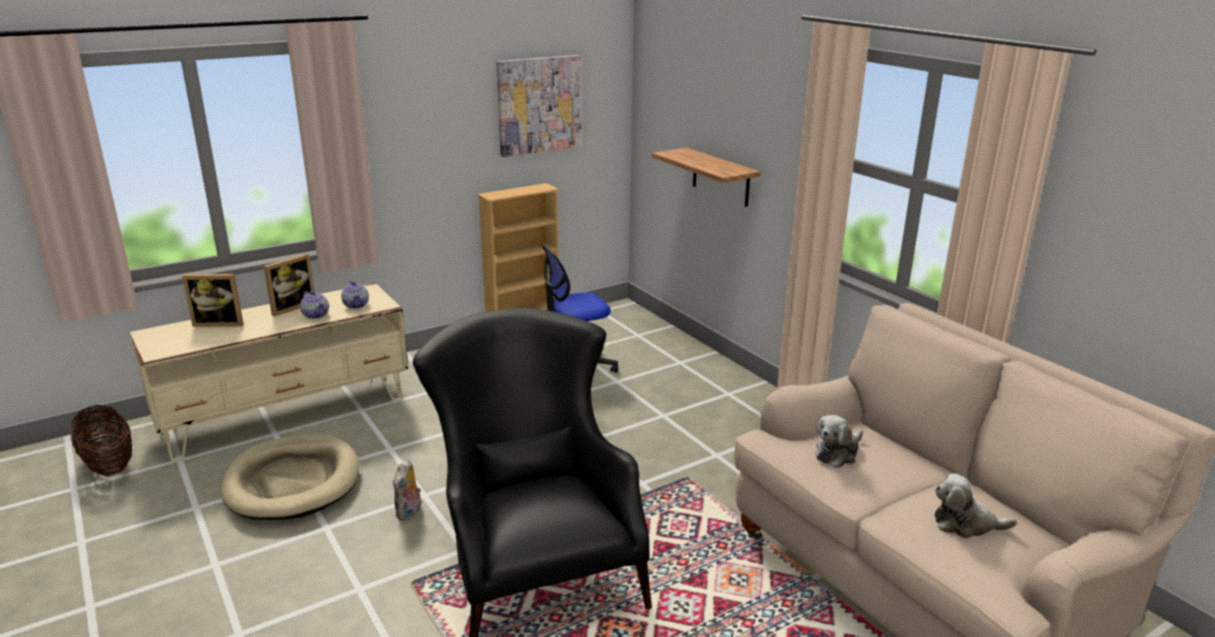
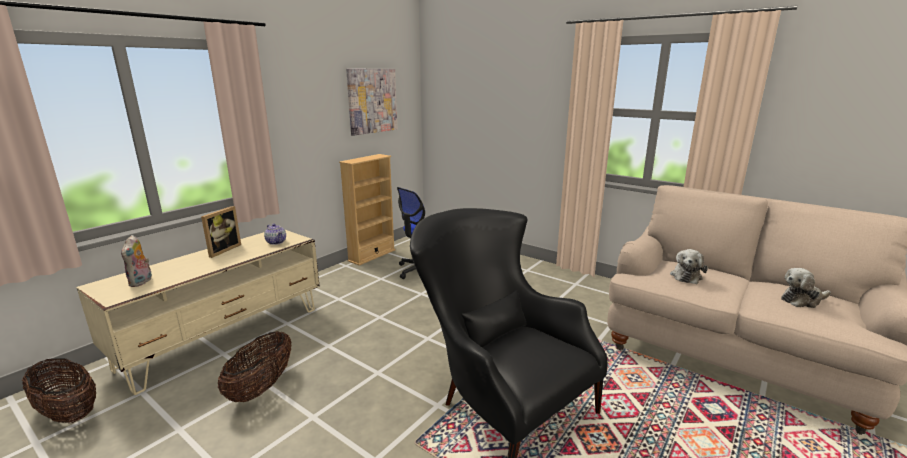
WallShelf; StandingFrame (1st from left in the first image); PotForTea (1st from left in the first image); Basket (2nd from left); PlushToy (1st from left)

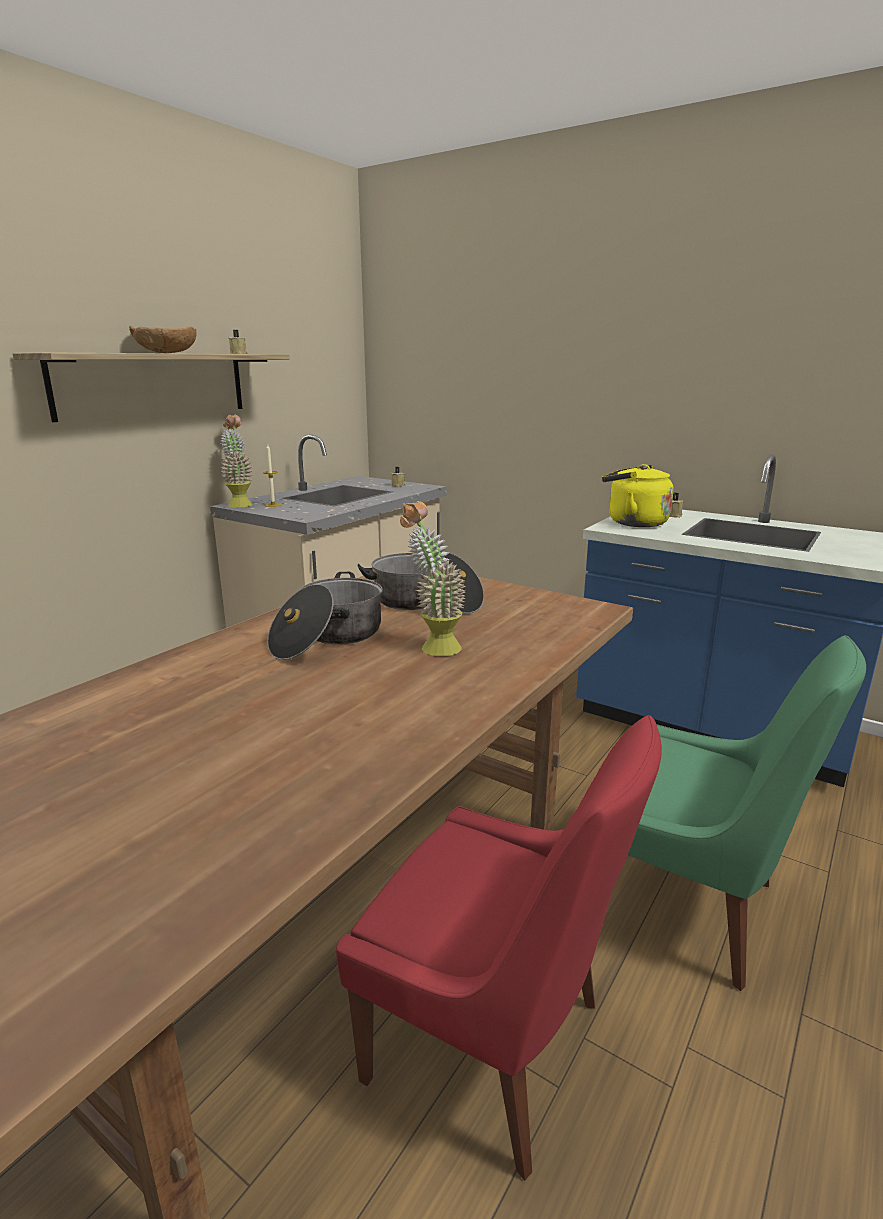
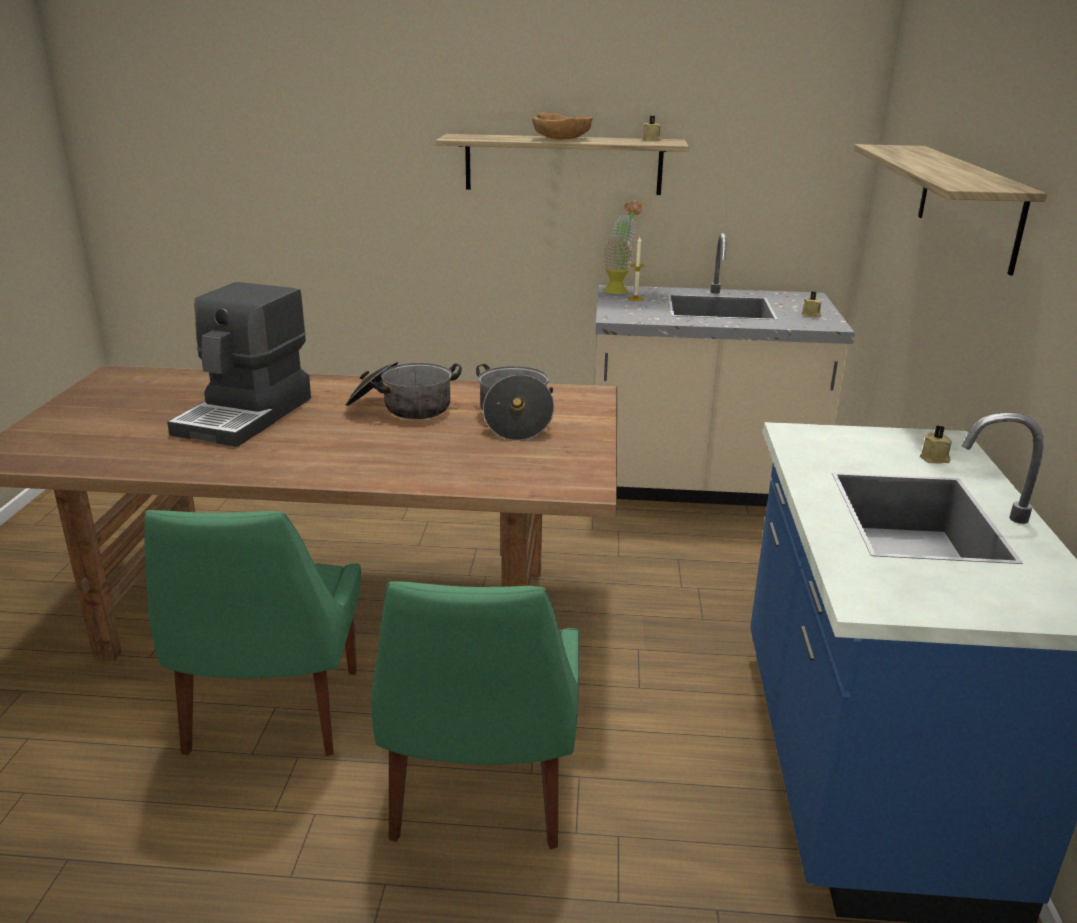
YellowKettle; PottedPlant (2nd from left in the first image); GreenPlainChair (1st from left); WallShelf (2nd from left); CoffeeMaker

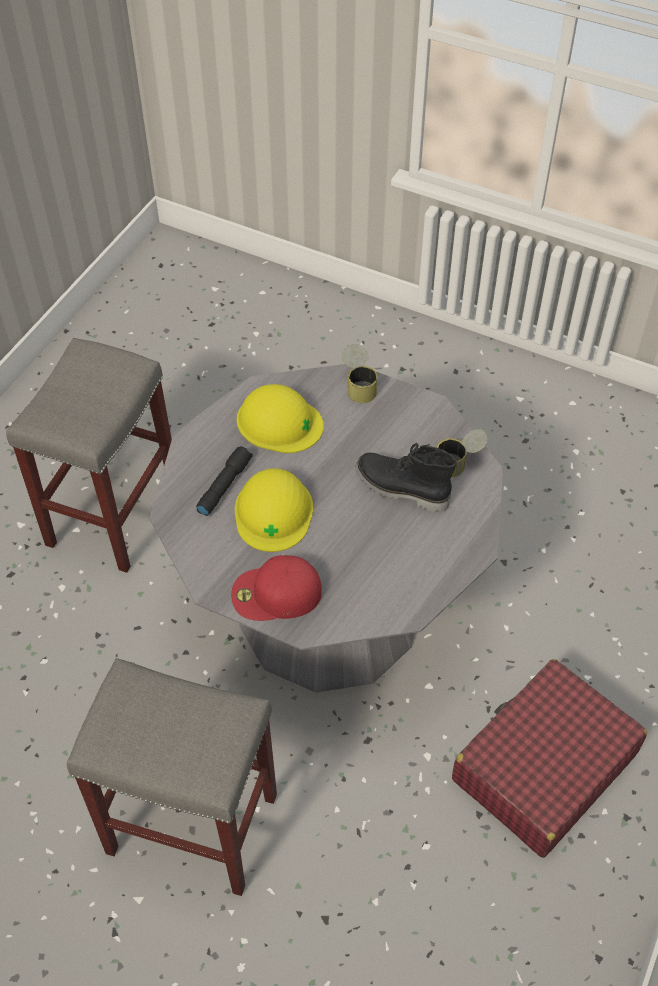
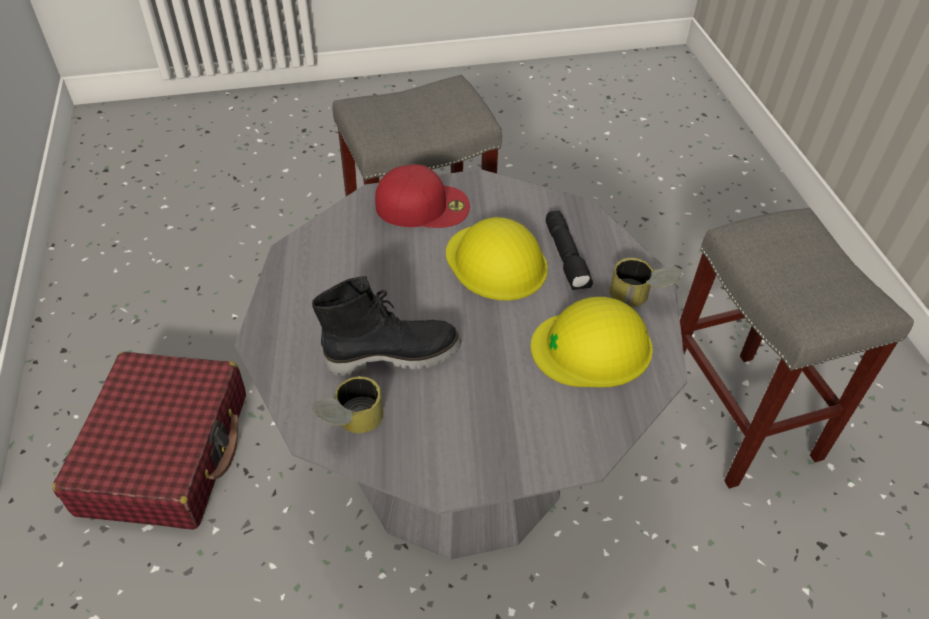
MetalCan (2nd from left); RedCap

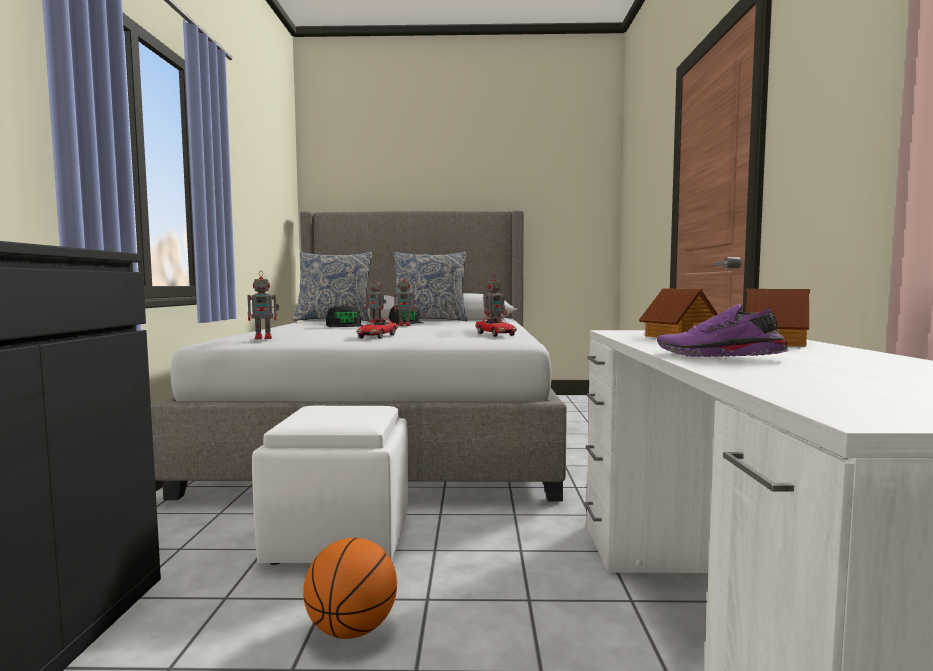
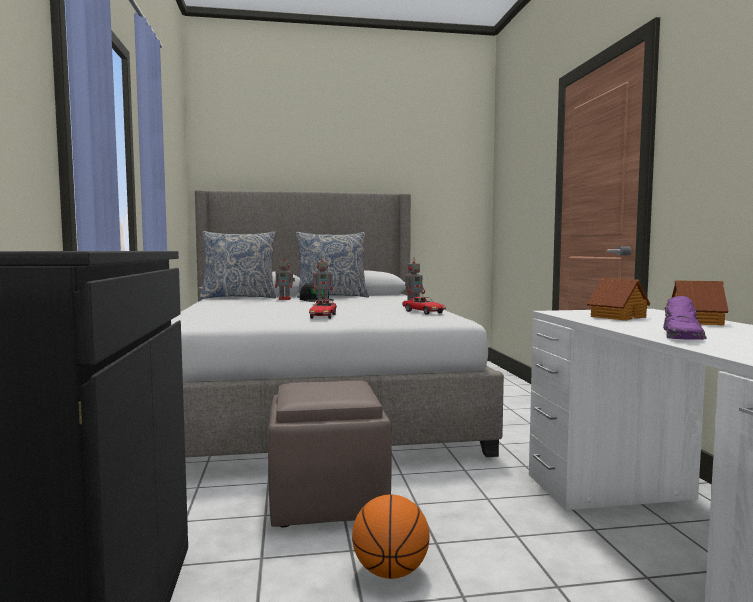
RobotFigure (1st from left in the first image); PurpleItemOfFootwear; BlackishCap (1st from left in the first image); BrownishPouffe

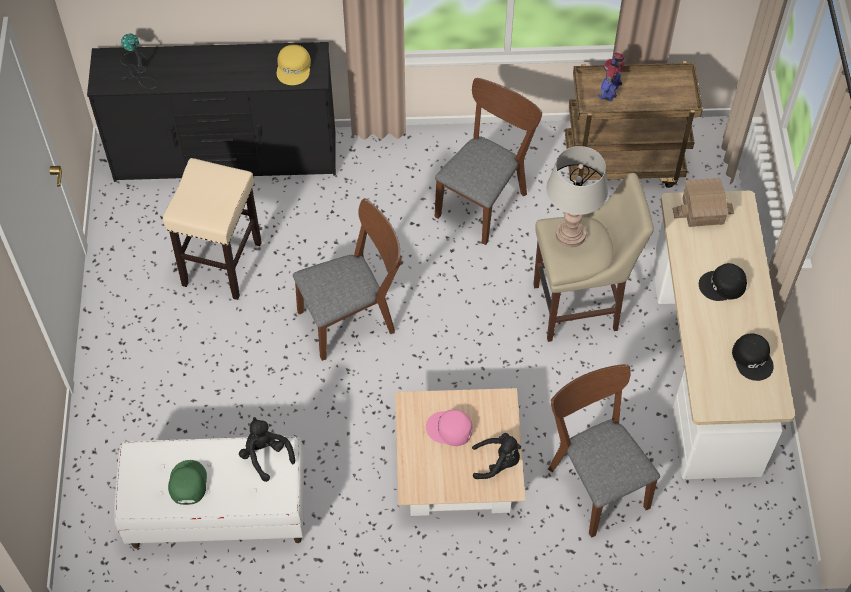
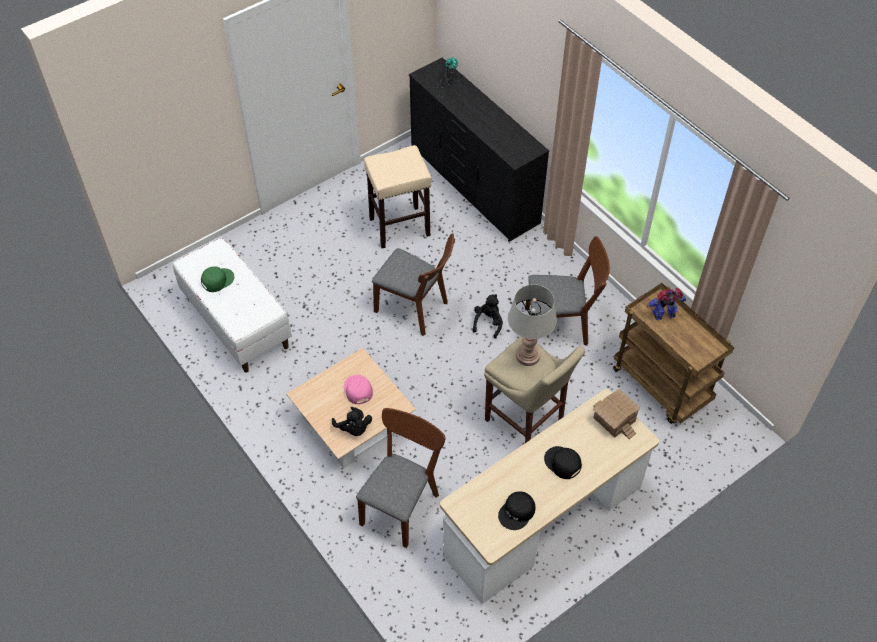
YellowCap; BlackishPlushToy (2nd from left)

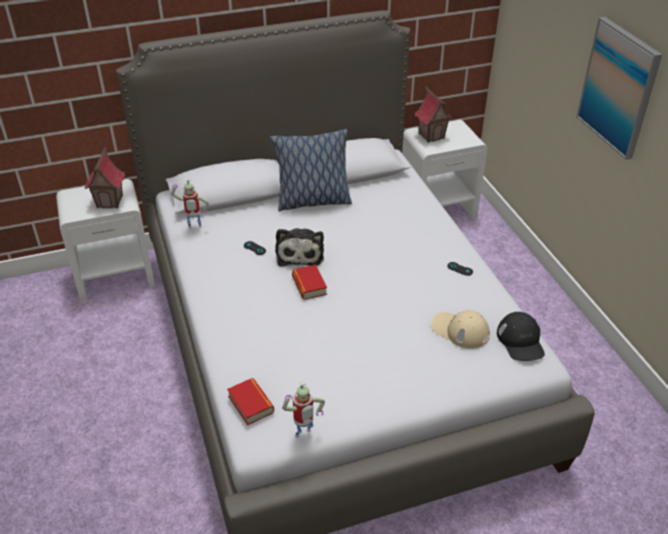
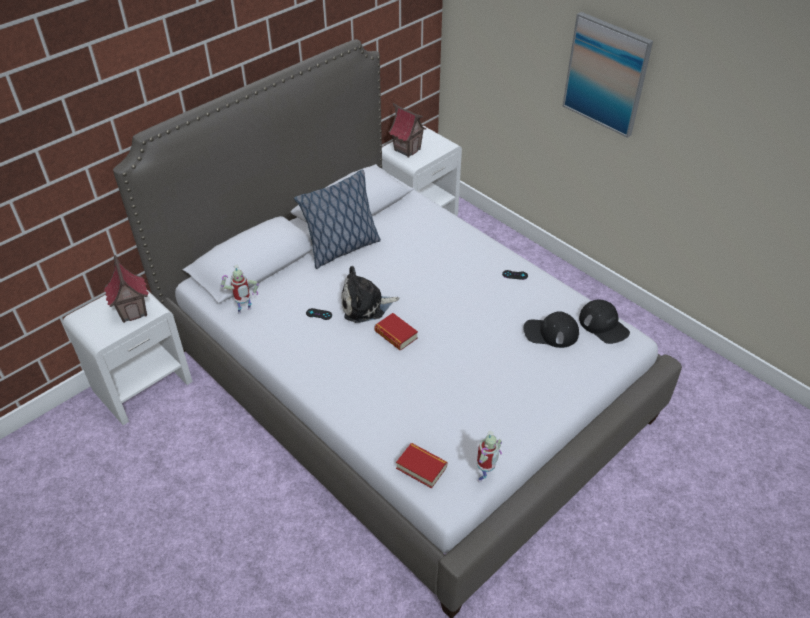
PlushToy; BlackishCap (1st from left)

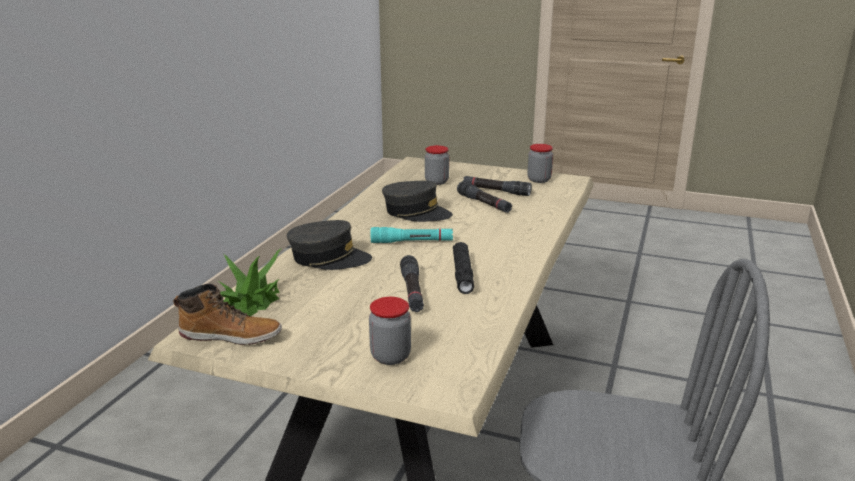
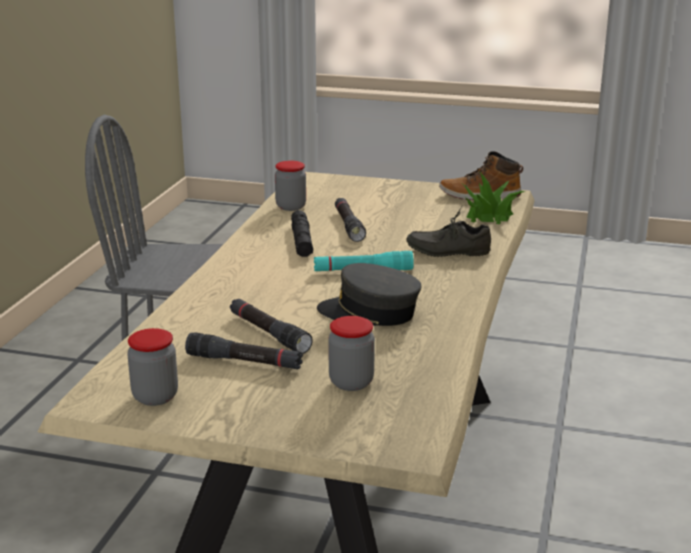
GrayItemOfFootwear; PreserveJar (2nd from left)

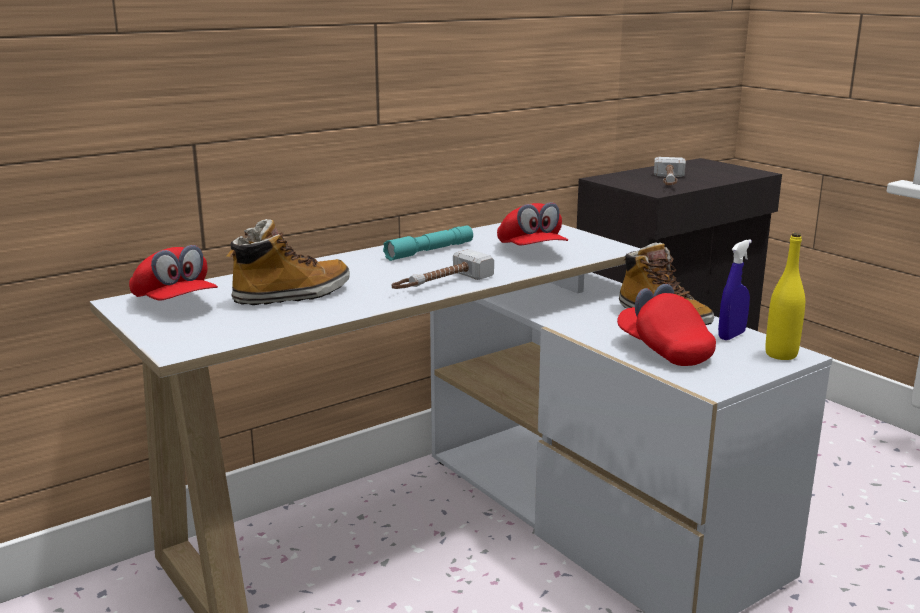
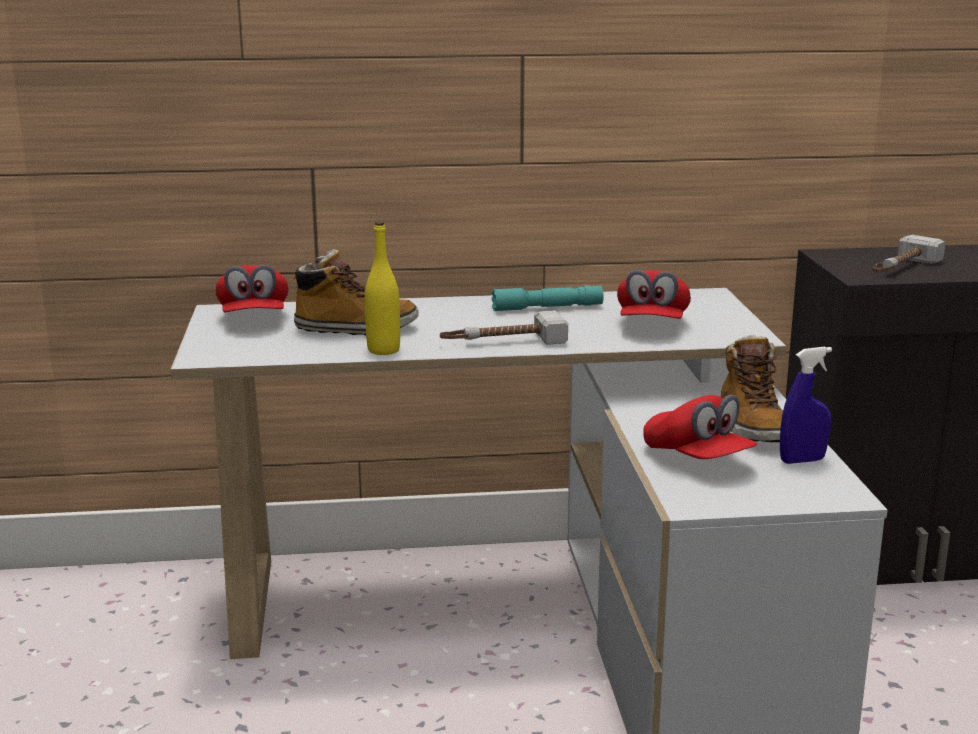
YellowBottle; RedCap (3rd from left)

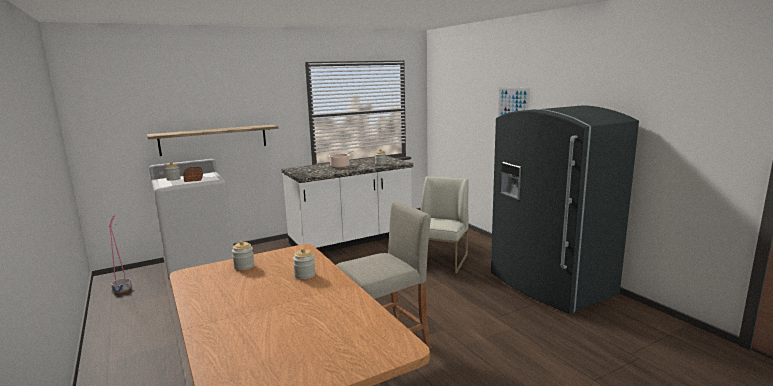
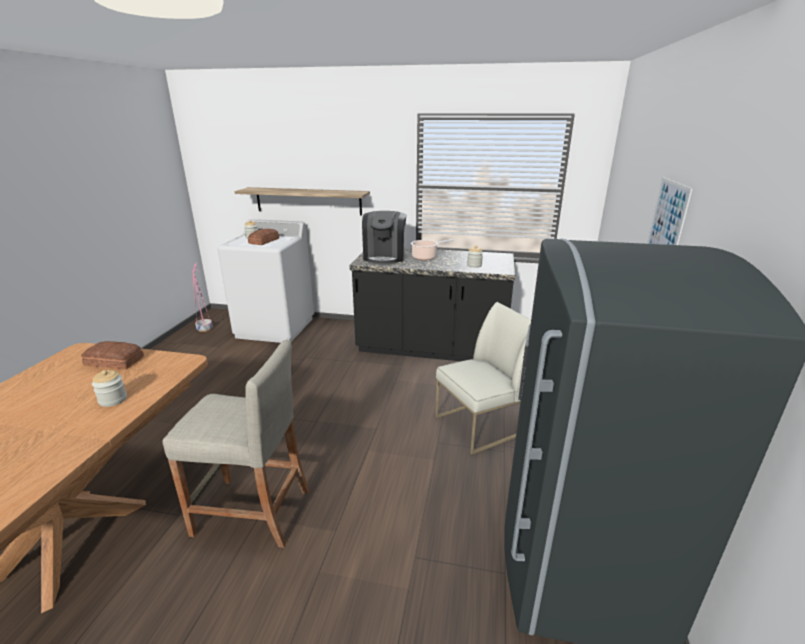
BlackishKitchenBaseUnit; Bread (1st from left); CoffeeMaker

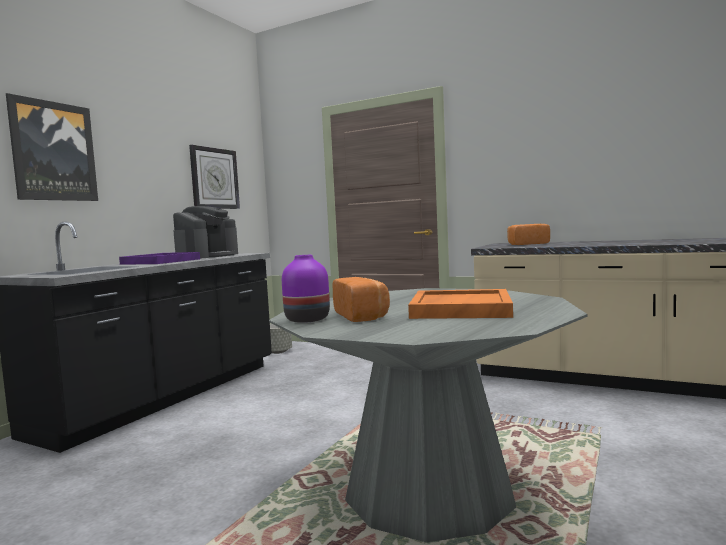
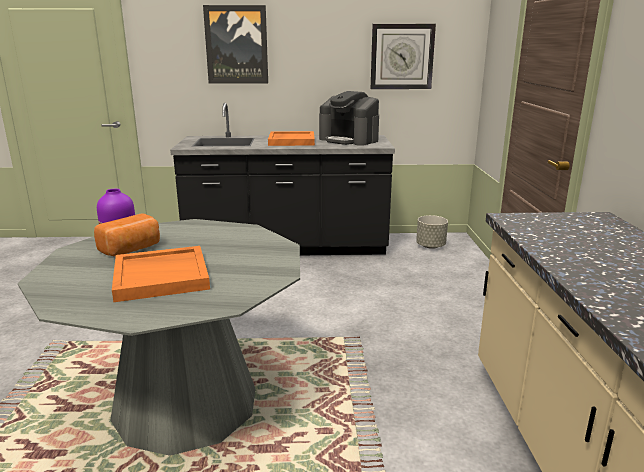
CoffeeMaker; Bread (2nd from left in the first image); OrangeTray (2nd from left)

